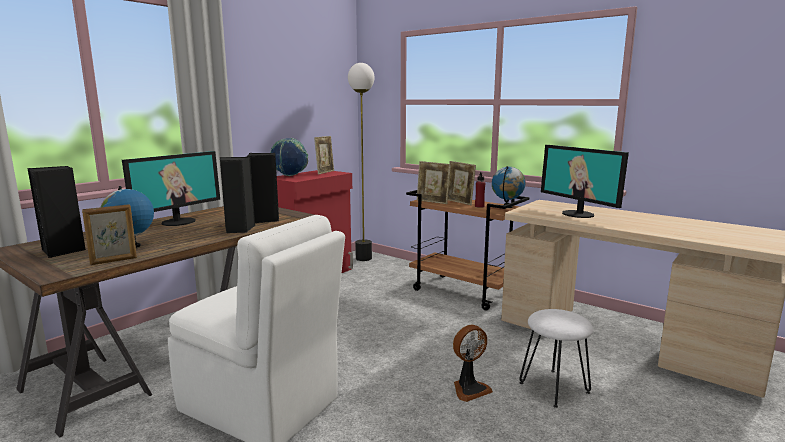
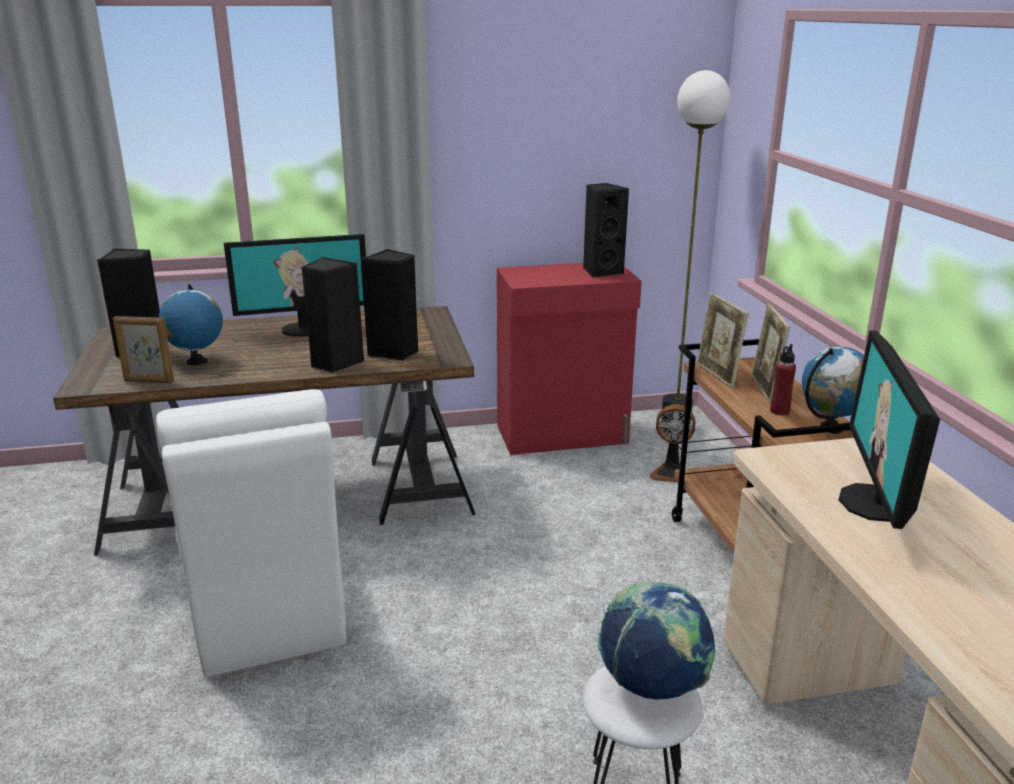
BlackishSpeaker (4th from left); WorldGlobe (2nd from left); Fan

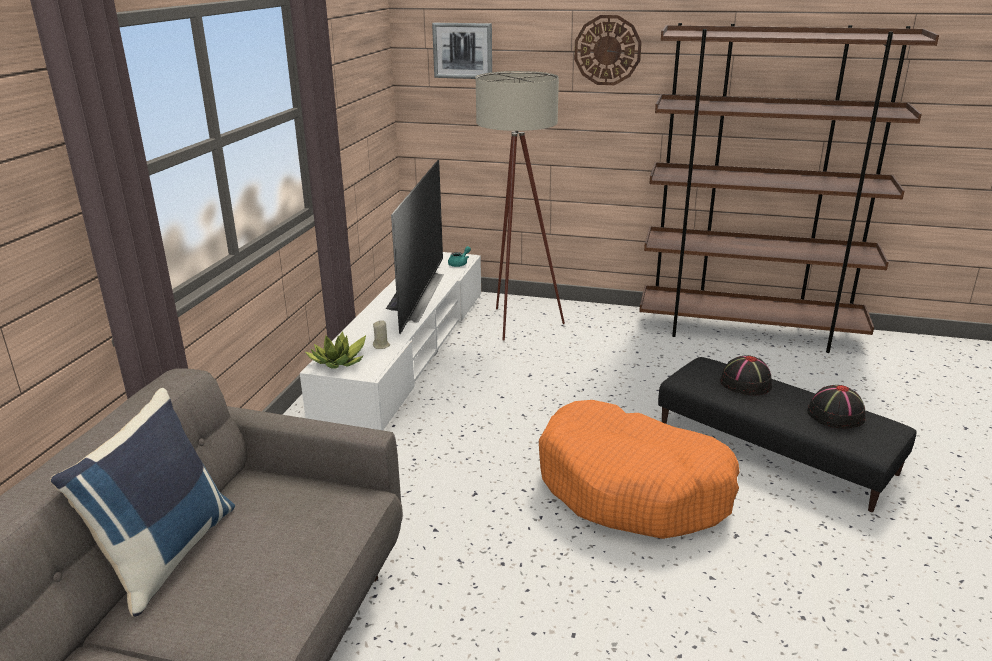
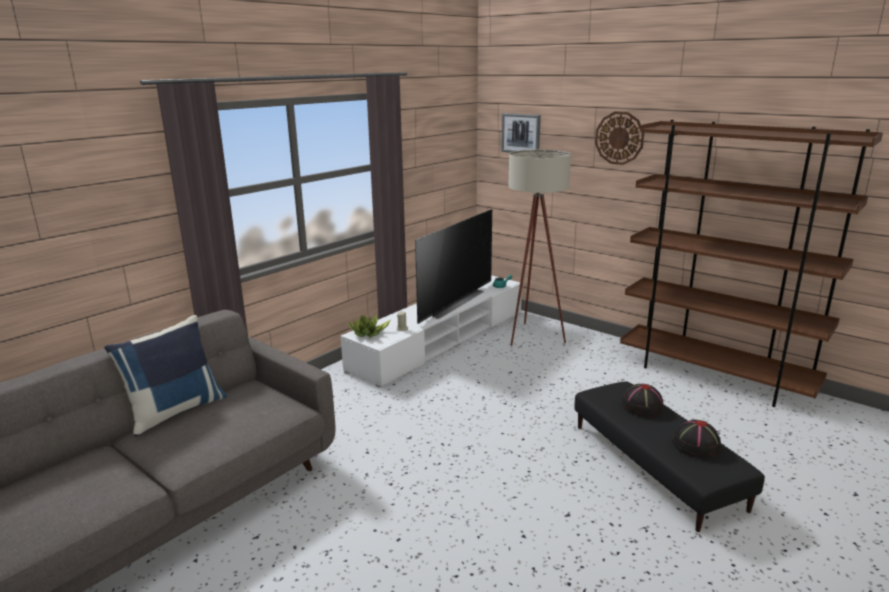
OrangeDogCushion

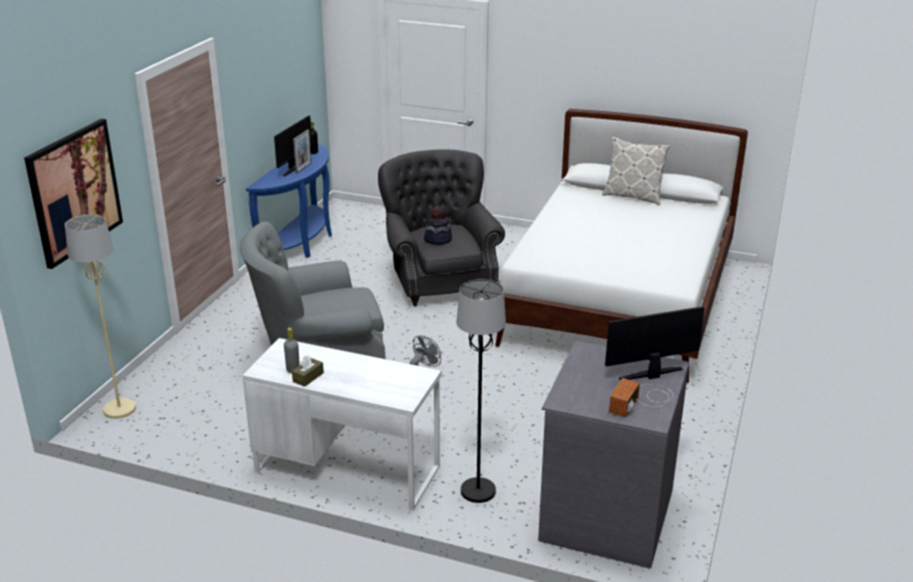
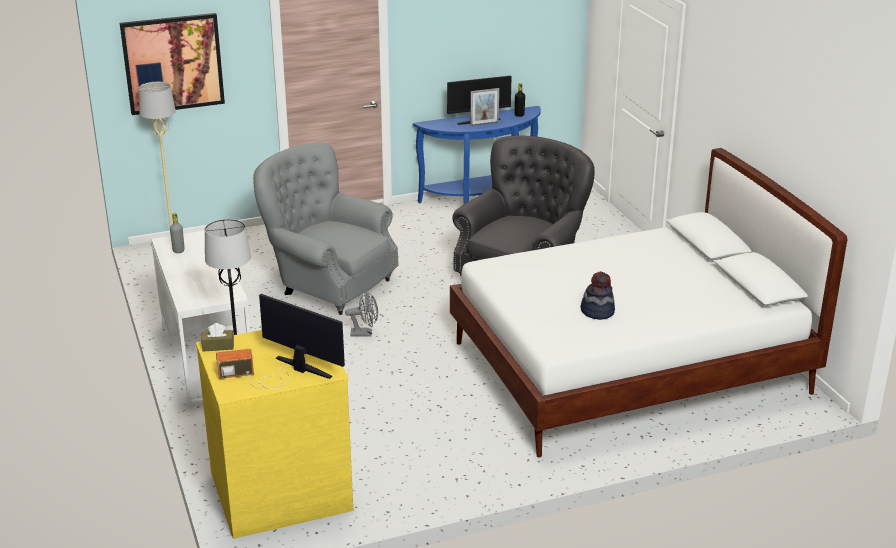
Pillow; WearableHat; YellowDrawerChest; BrownishTissueHolder

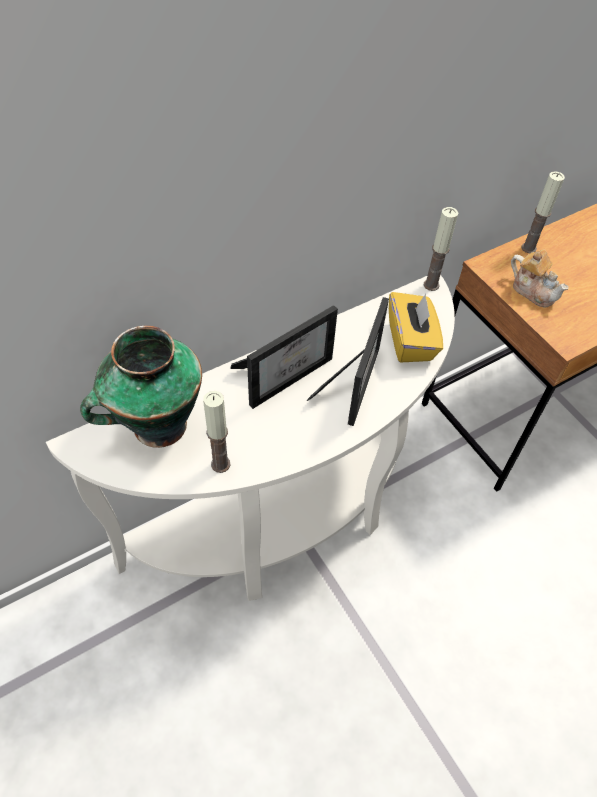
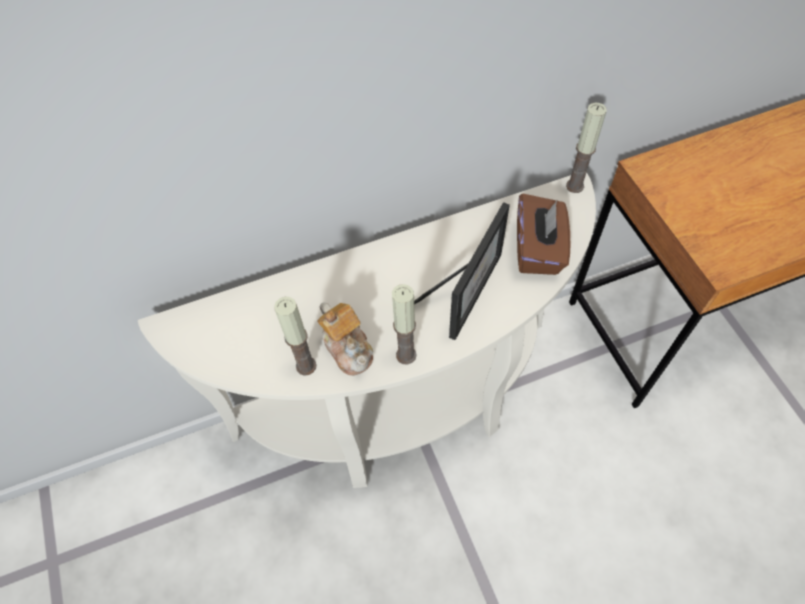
Candle (2nd from left); PotForTea; BrownishTissueHolder; StandingFrame (1st from left in the first image); FlowerVase

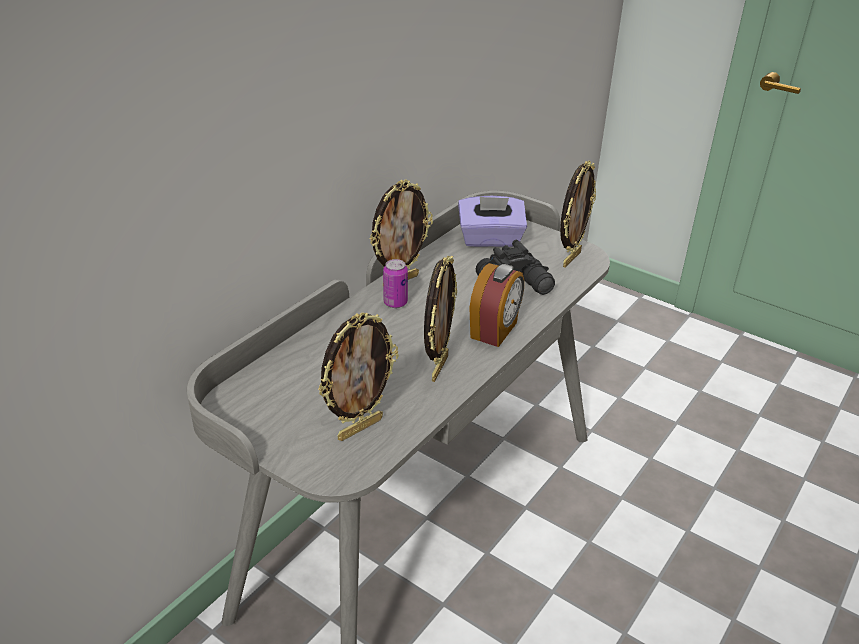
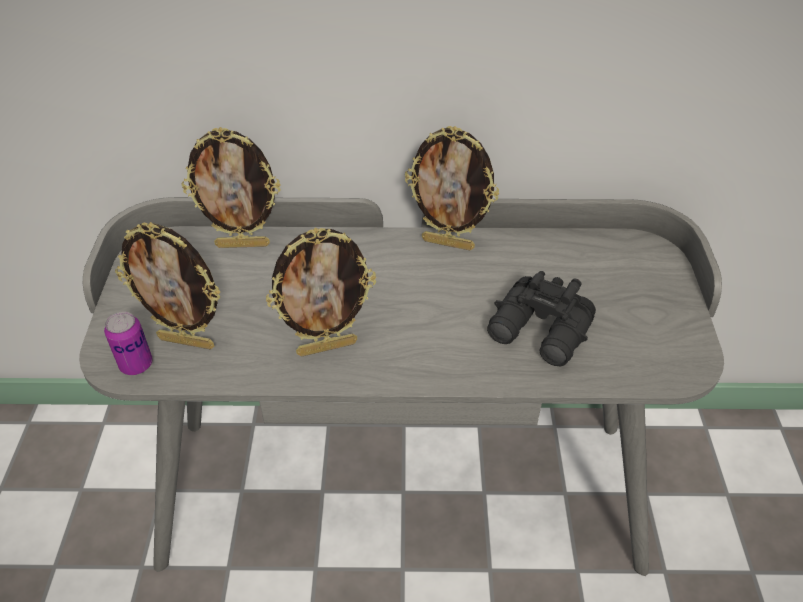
StandingFrame (2nd from left); PurpleTissueHolder; MetalCan; TableClock

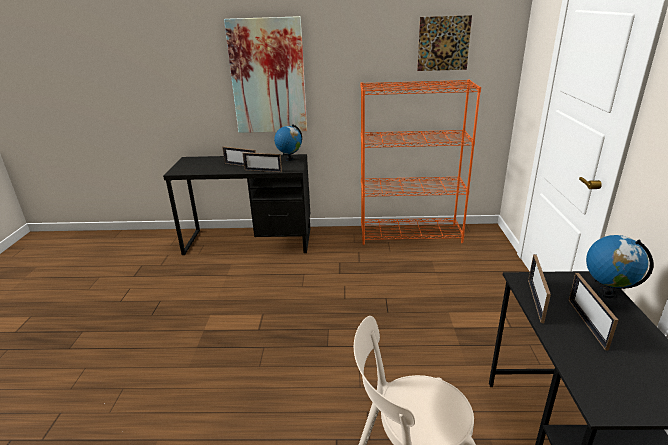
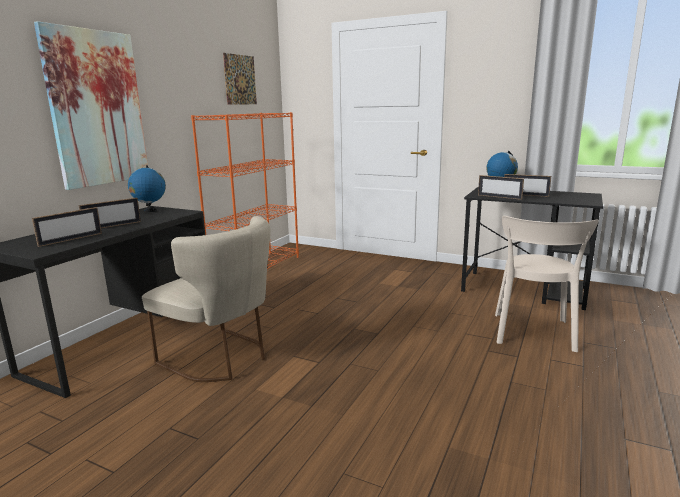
StandingFrame (1st from left); BeigePlainChair (1st from left)

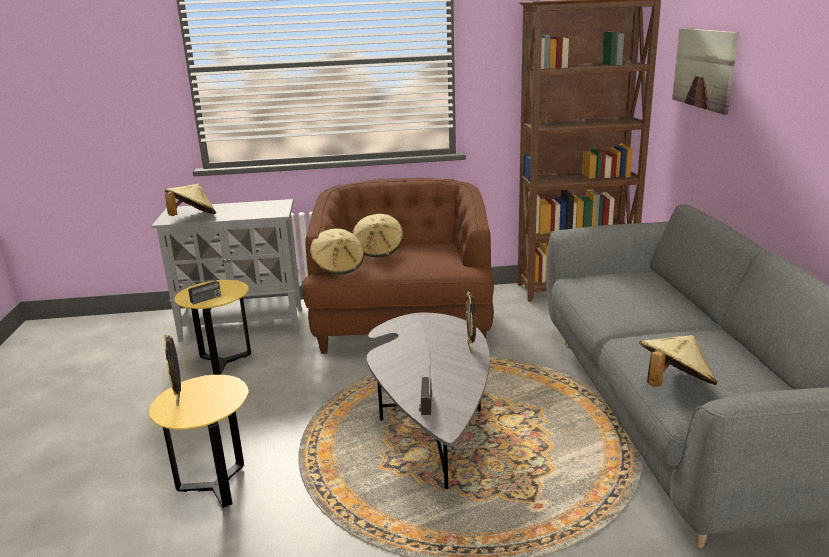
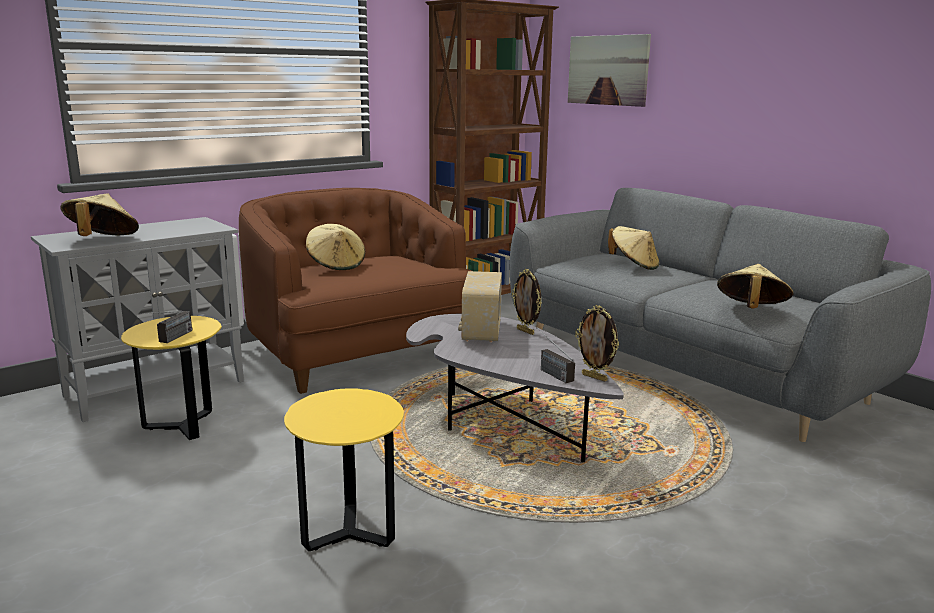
BeigeWearableHat (3rd from left); StandingFrame (2nd from left); Radio (2nd from left)

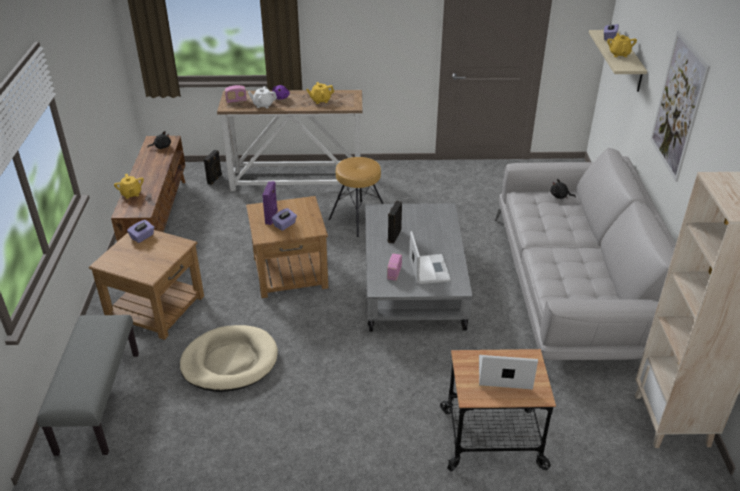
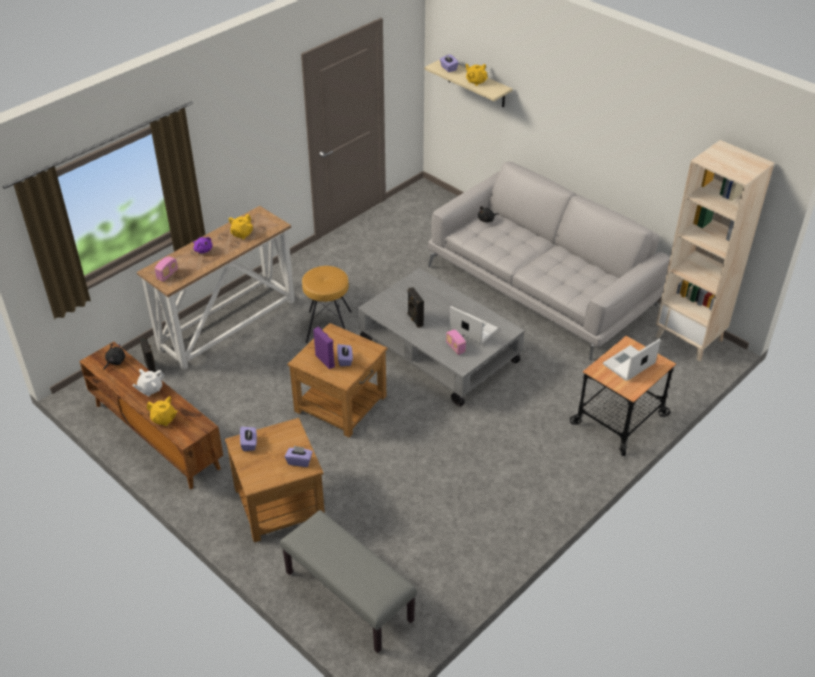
WallArt; WhiteColouredPotForTea; BeigeDogCushion; PurpleTissueHolder (2nd from left)

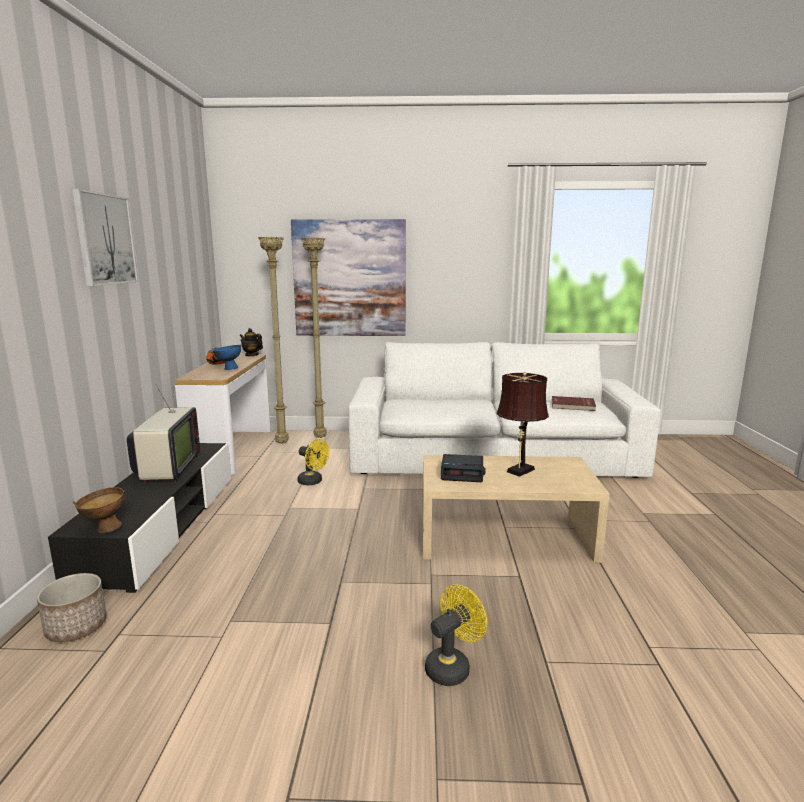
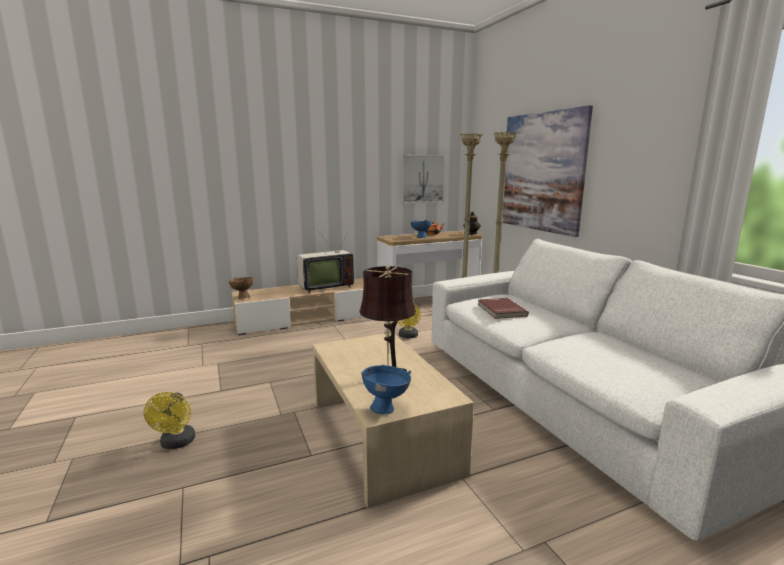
WallArt (1st from left); RedVolume; BeigeTvStand; TableClock; PlantPot; YellowFan (1st from left); BlueDeepDish (1st from left)

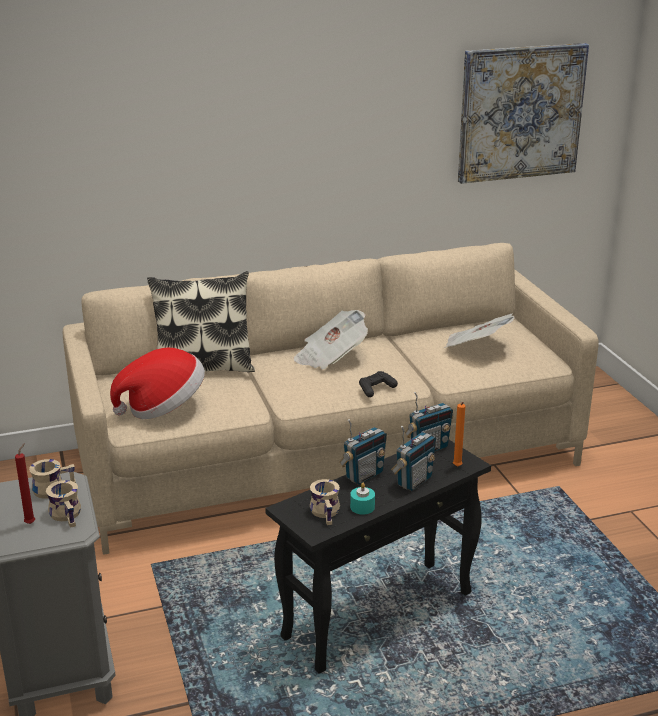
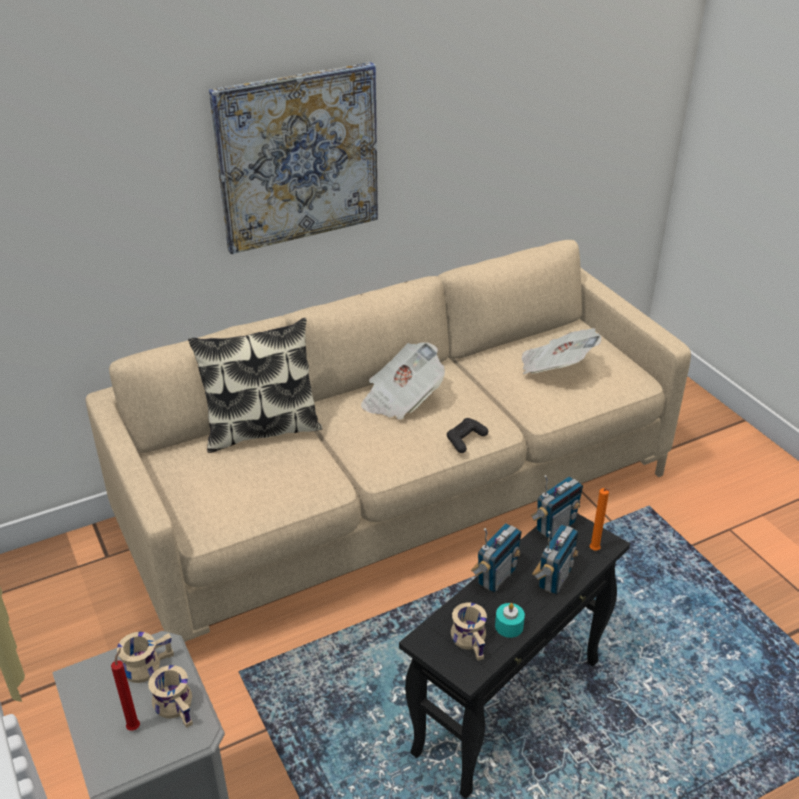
WallArt; WearableHat

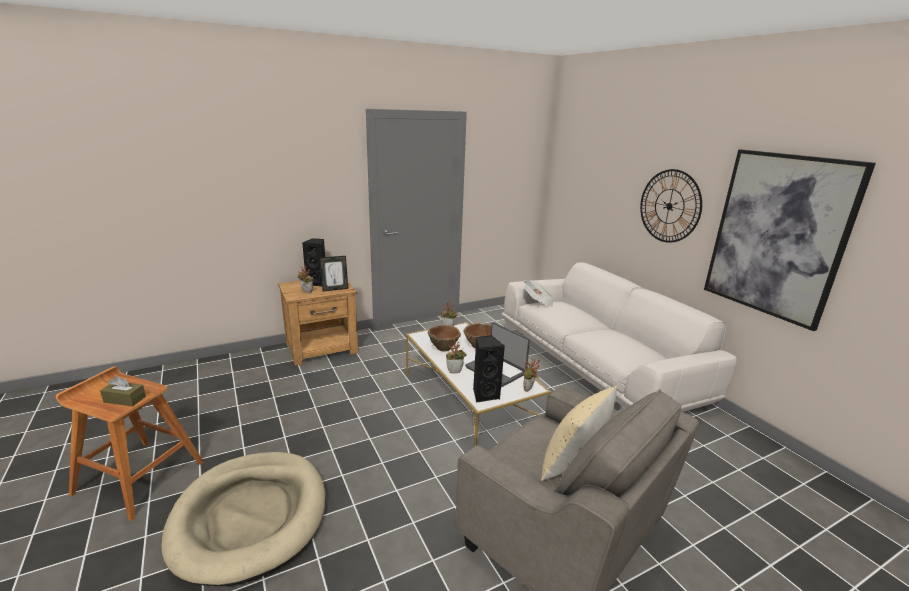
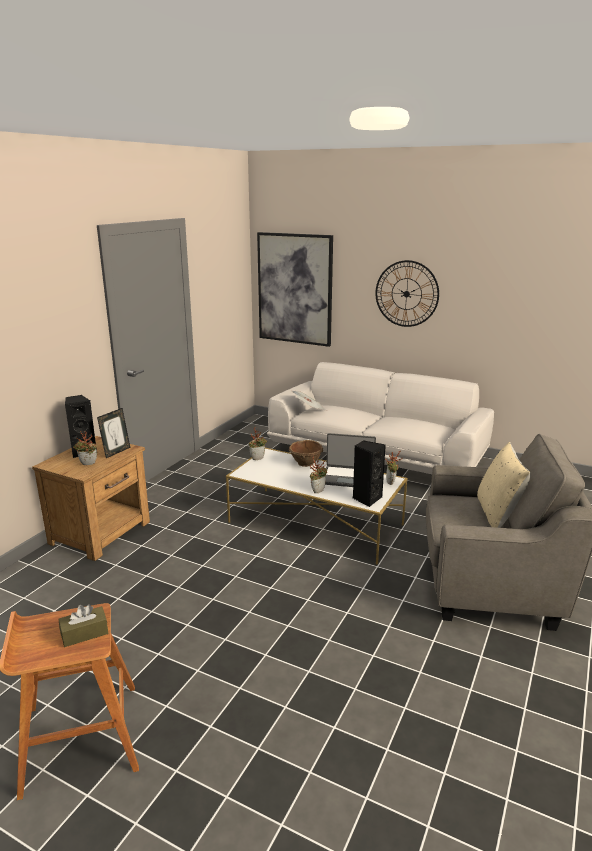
WallArt; BrownishDeepDish (1st from left in the first image); BeigeDogCushion

